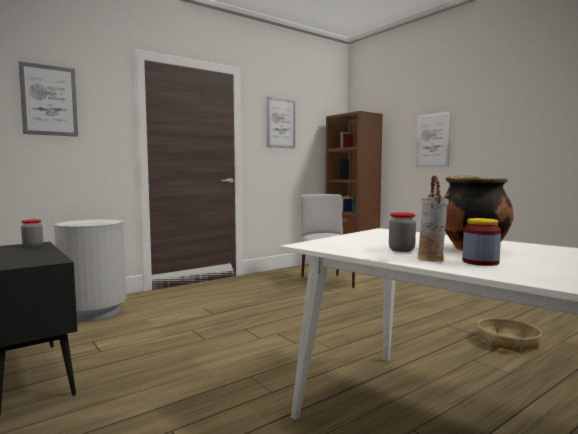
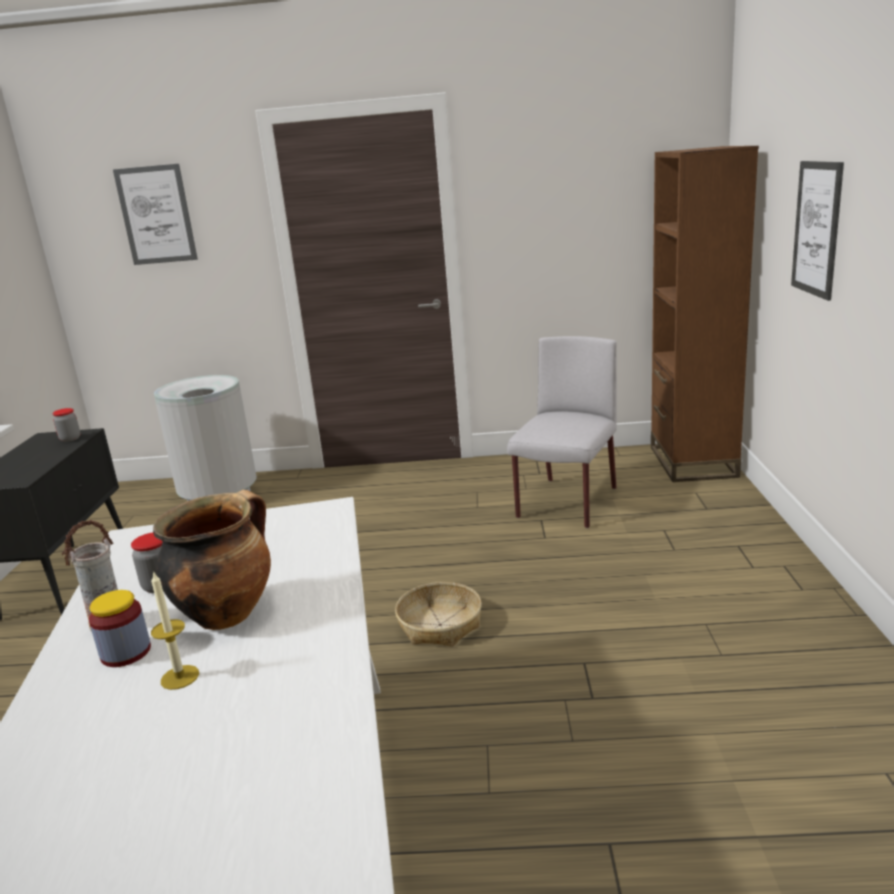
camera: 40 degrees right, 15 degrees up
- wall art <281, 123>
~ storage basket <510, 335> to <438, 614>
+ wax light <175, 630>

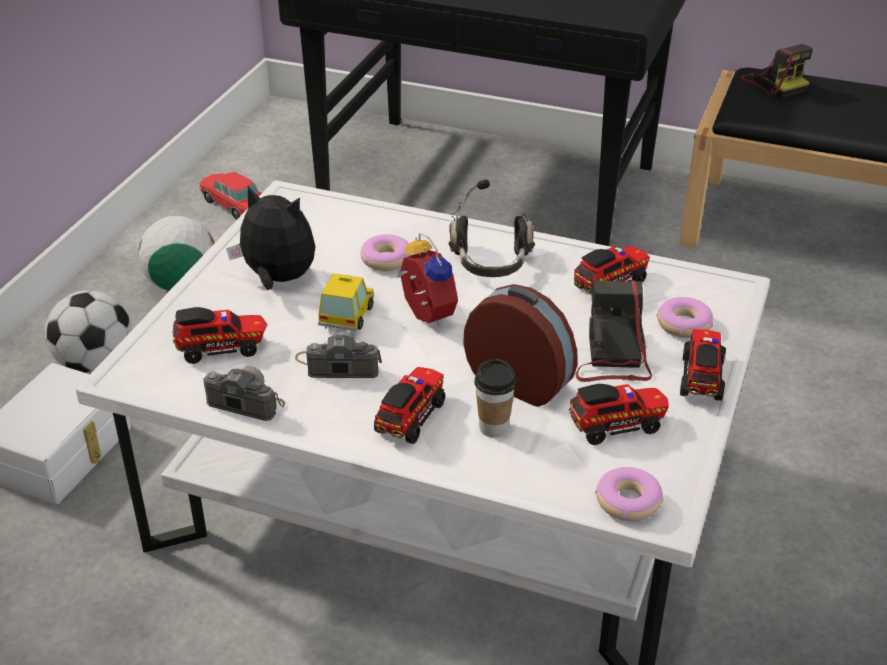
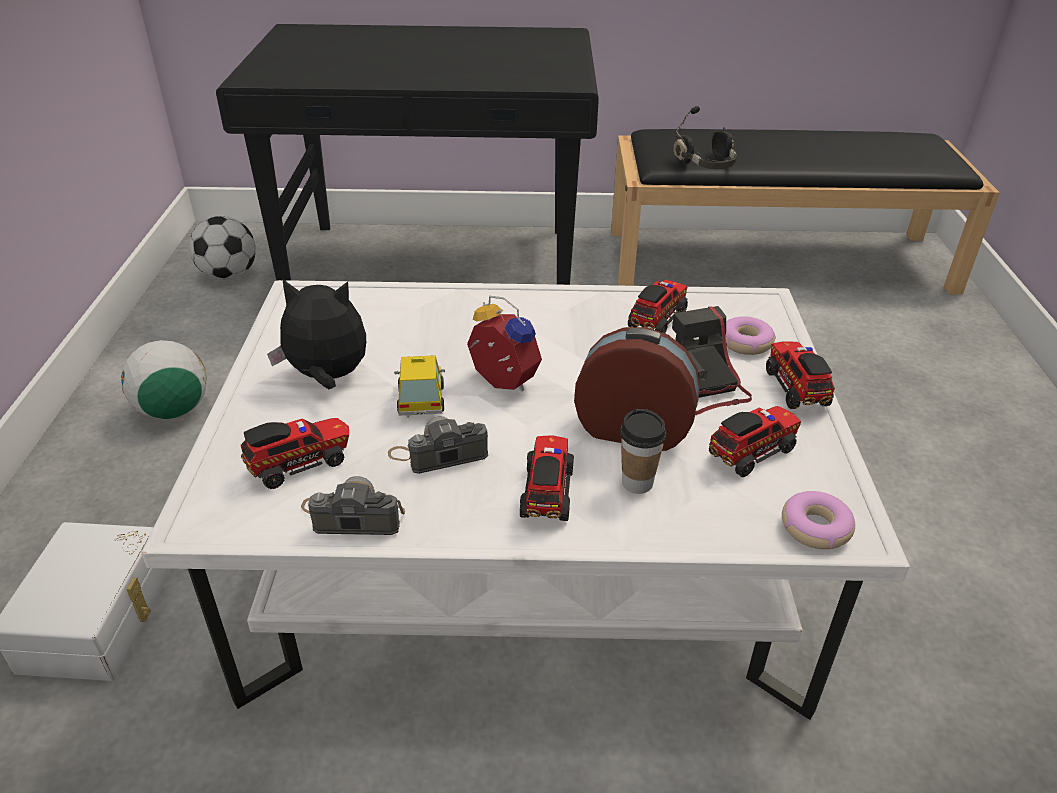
camera: 20 degrees left, 0 degrees up
- photo camera <777, 71>
- miniature car <230, 196>
~ blackish headset <492, 228> to <705, 137>
- doughnut <386, 252>
~ ball for football <88, 332> to <222, 248>

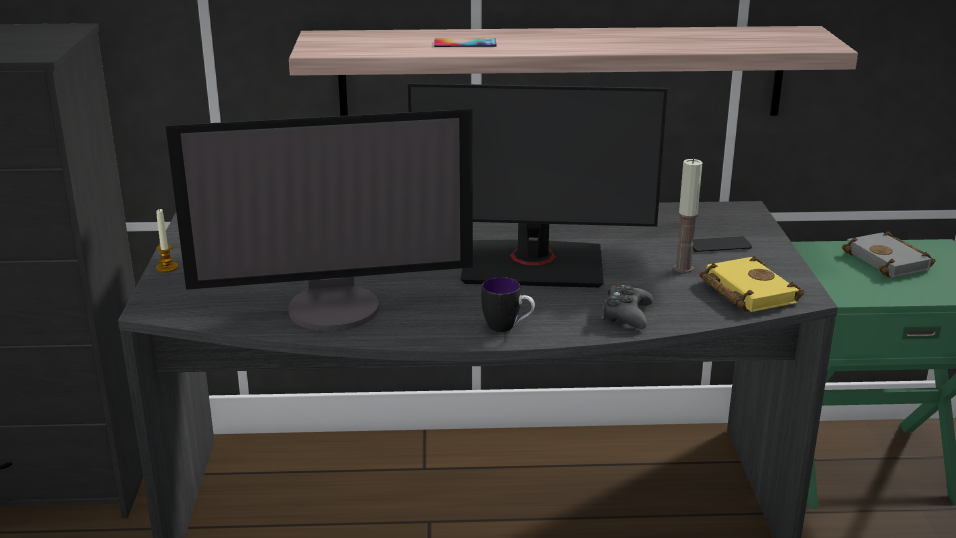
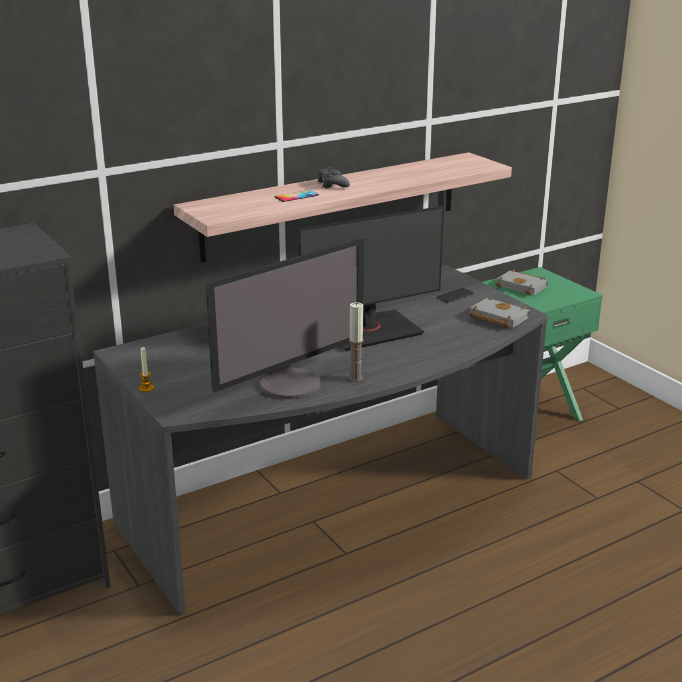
camera: 30 degrees left, 0 degrees up
~ wax light <688, 215> to <356, 342>
~ yellowish volume <751, 284> to grey volume <499, 313>
- tea mug <508, 304>
~ blackish game controller <627, 307> to <333, 177>

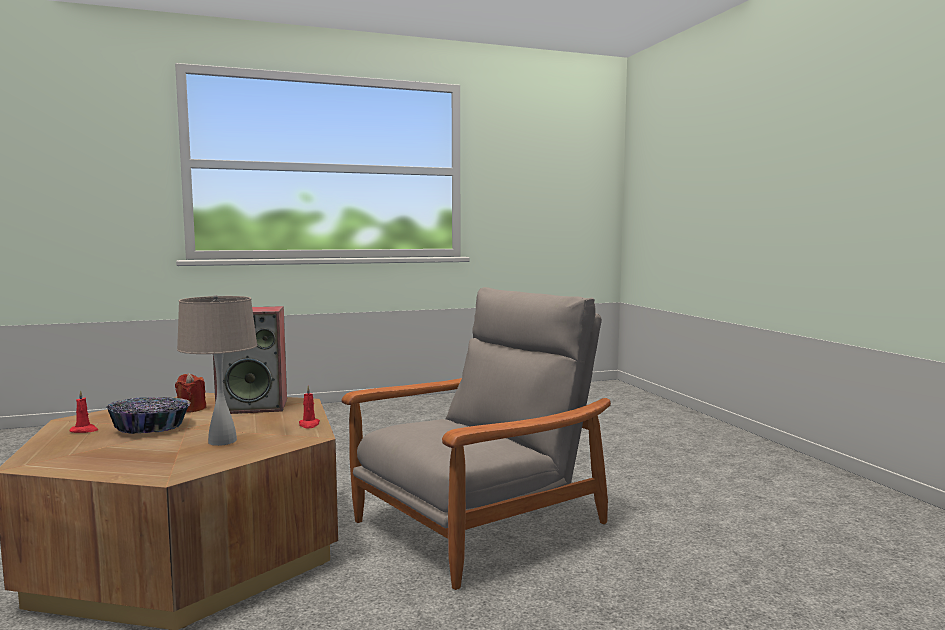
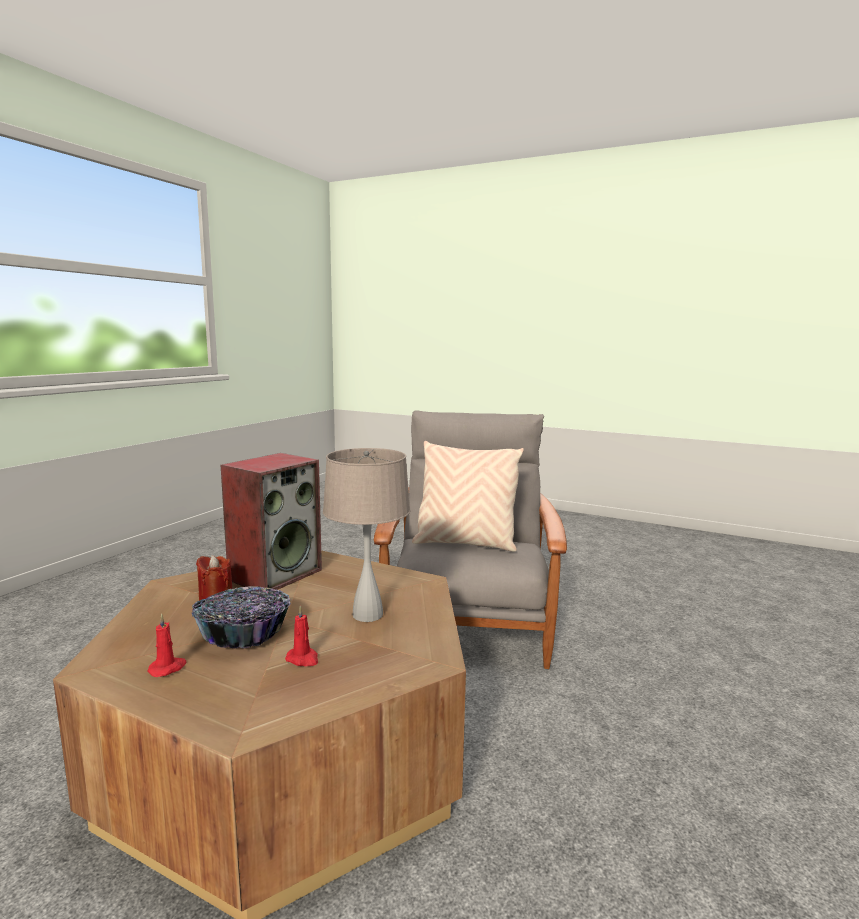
camera: 45 degrees left, 5 degrees up
~ reddish wax light <309, 407> to <301, 636>
+ sand-coloured throw pillow <468, 496>

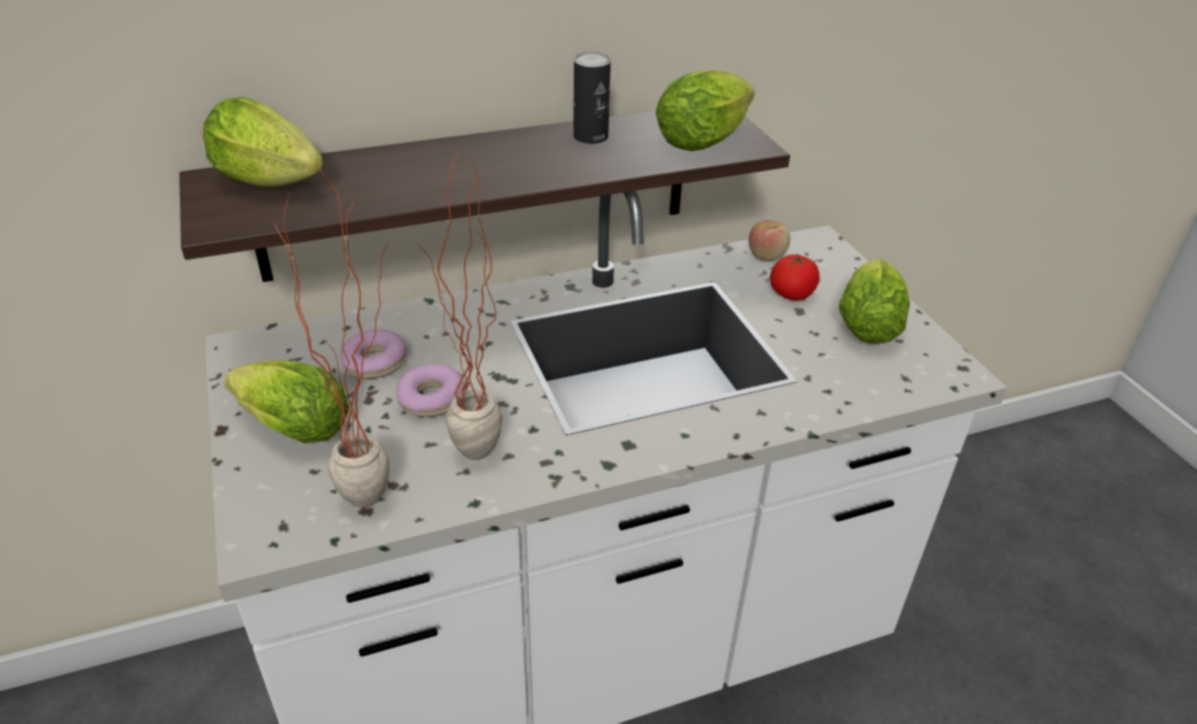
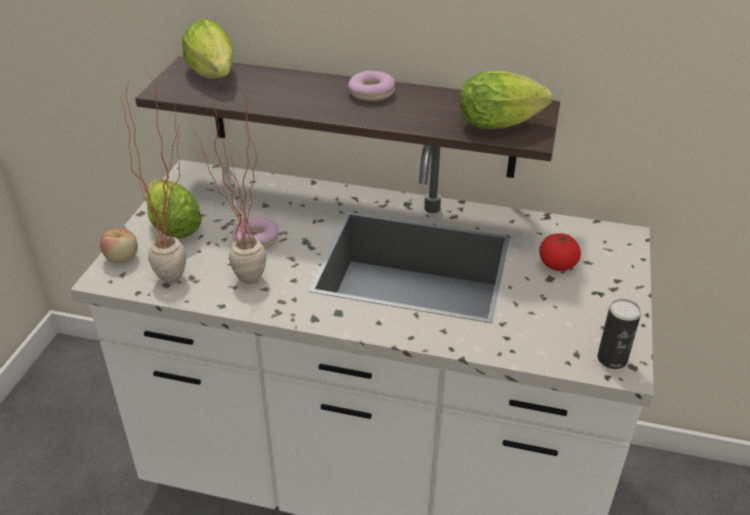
camera: 35 degrees right, 0 degrees up
~ metal can <592, 98> to <619, 334>
~ apple <769, 240> to <119, 245>
- lettuce <874, 301>
~ doughnut <373, 354> to <371, 86>

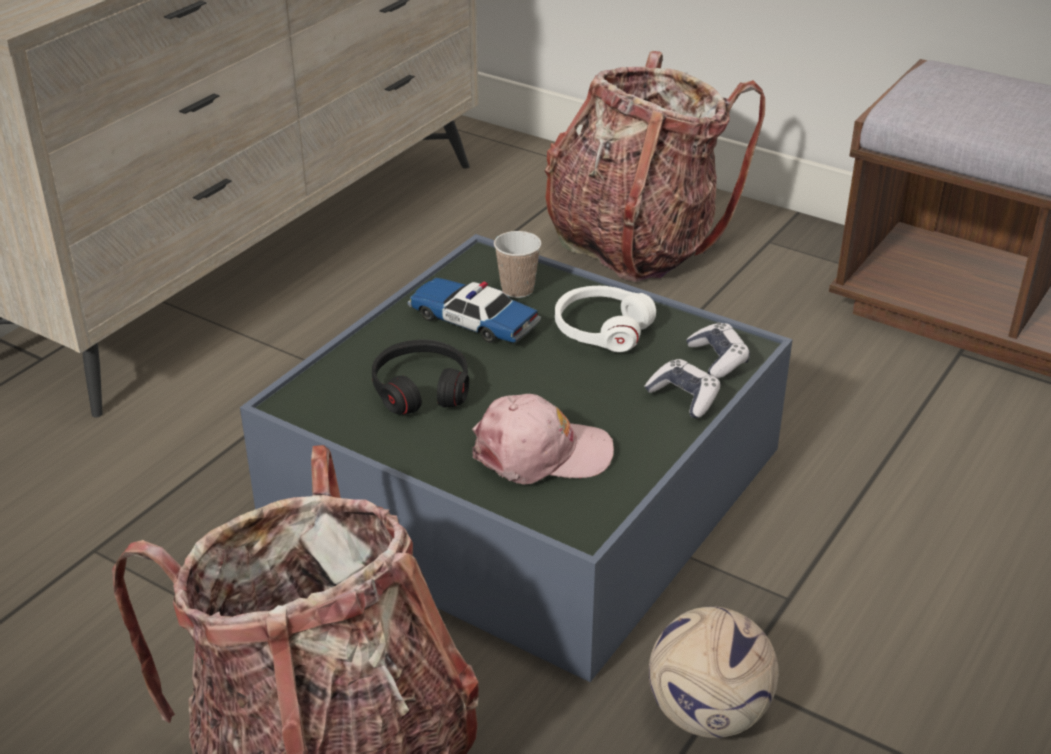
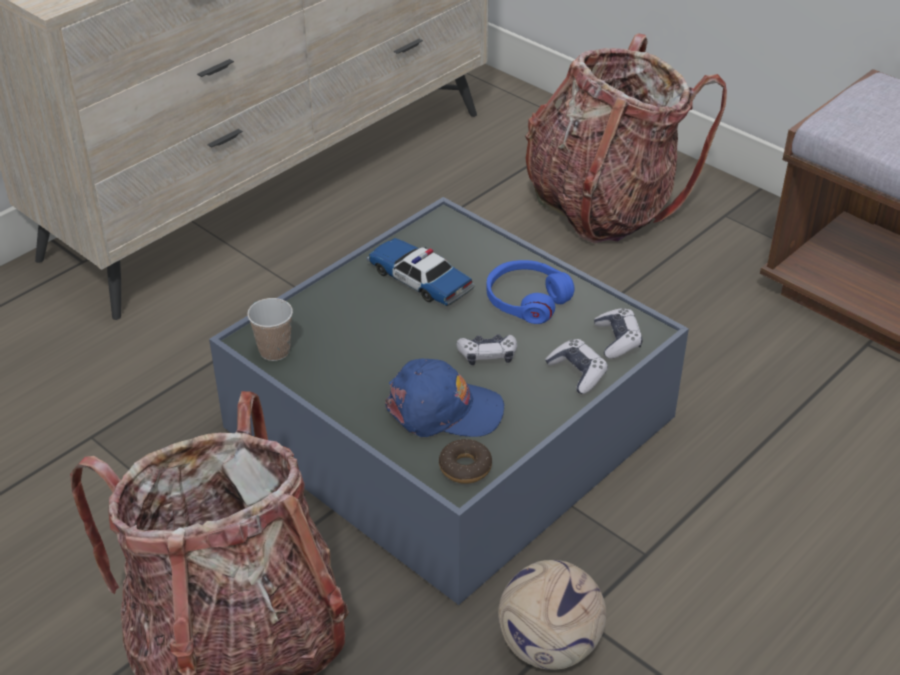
camera: 10 degrees right, 5 degrees up
~ small cup <518, 264> to <270, 329>
~ white-coloured headset <605, 319> to blue-coloured headset <530, 292>
- blackish headset <420, 377>
~ pink-coloured cap <543, 439> to blue-coloured cap <445, 398>
+ game controller <487, 349>
+ doughnut <465, 461>

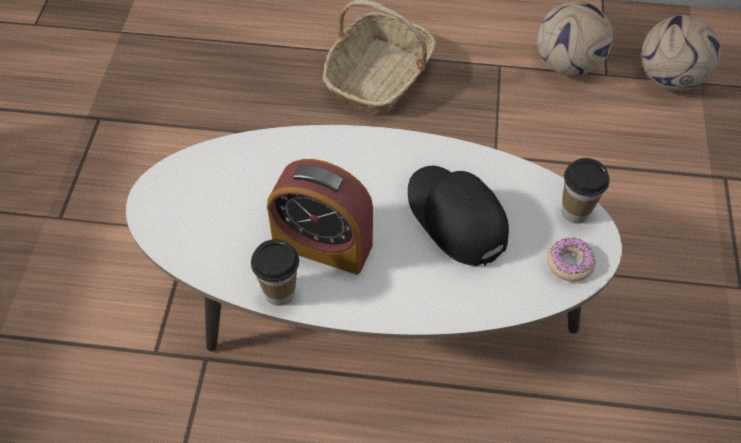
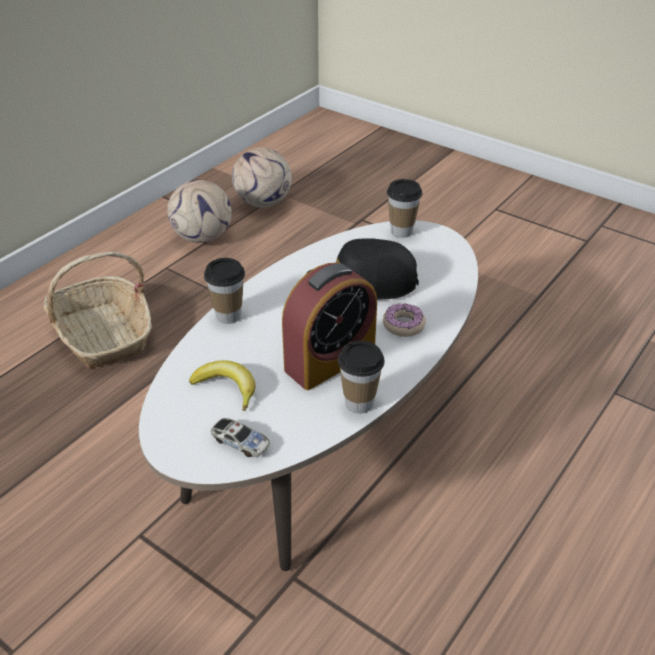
camera: 60 degrees left, 15 degrees down
~ doughnut <571, 259> to <404, 320>
+ small cup <224, 291>
+ whole banana <222, 385>
+ miniature car <240, 437>

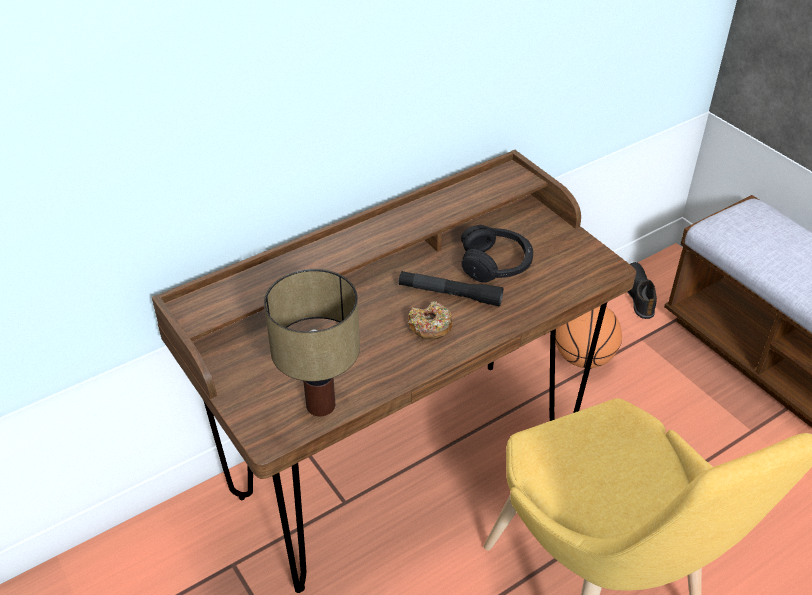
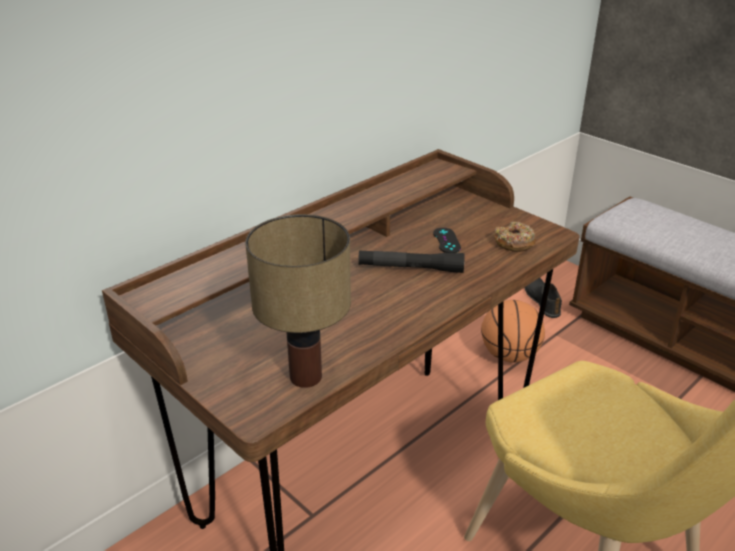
camera: 10 degrees left, 10 degrees down
~ blackish headset <497, 253> to blackish game controller <447, 240>
~ doughnut <430, 320> to <514, 237>

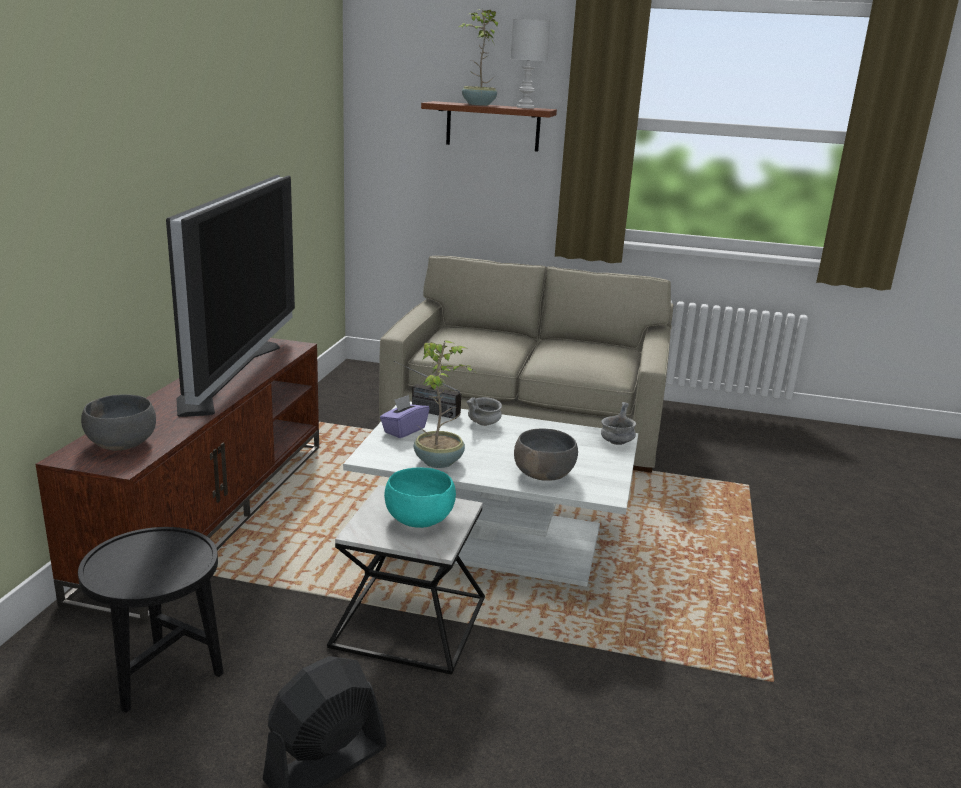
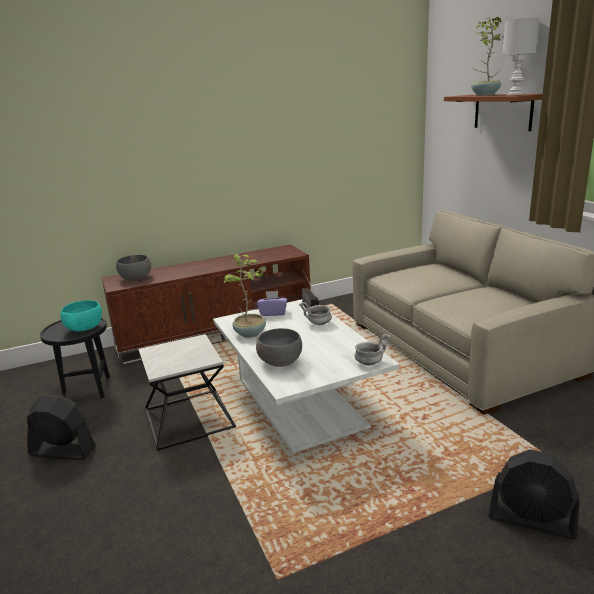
camera: 55 degrees right, 0 degrees up
- TV set <230, 296>
~ turquoise deep dish <420, 497> to <81, 315>
+ blackish fan <534, 494>

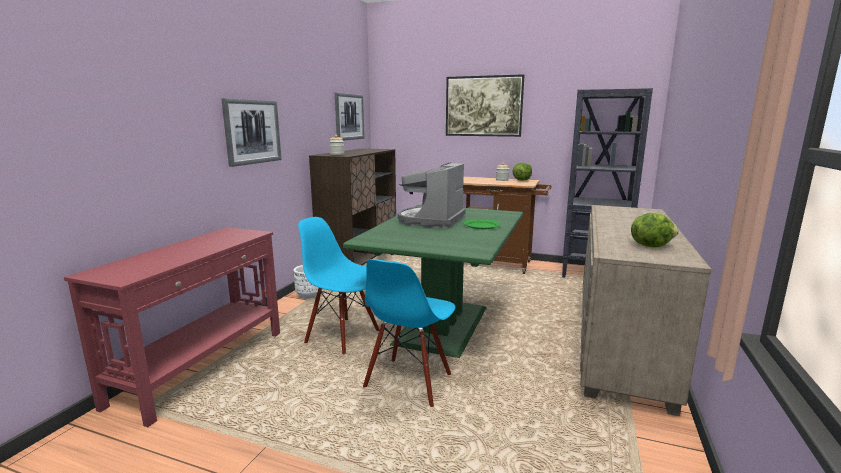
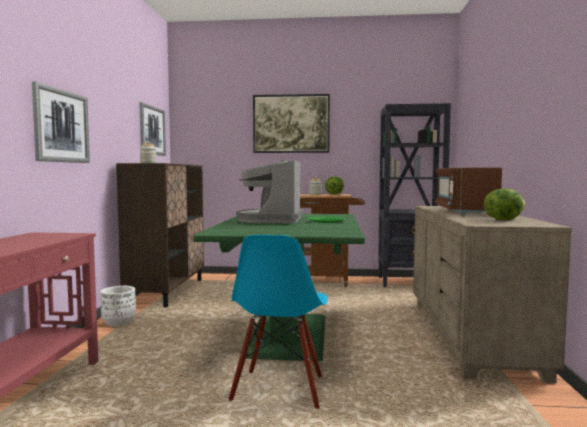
camera: 15 degrees left, 10 degrees down
- blue-coloured upright chair <338, 285>
+ brown microwave oven <468, 191>

